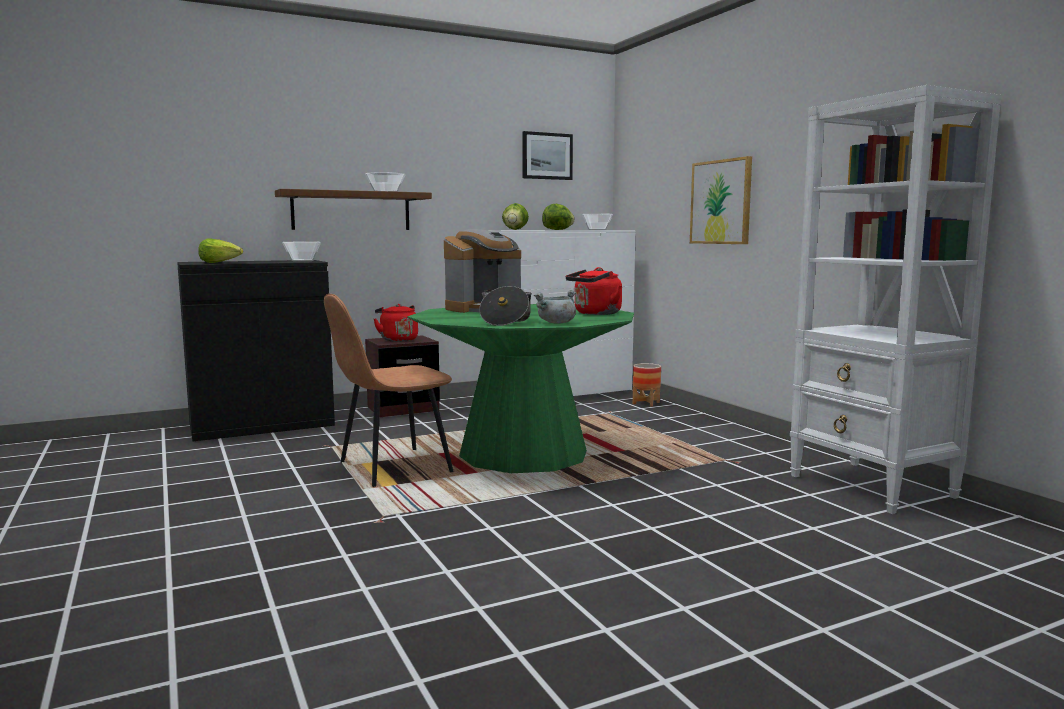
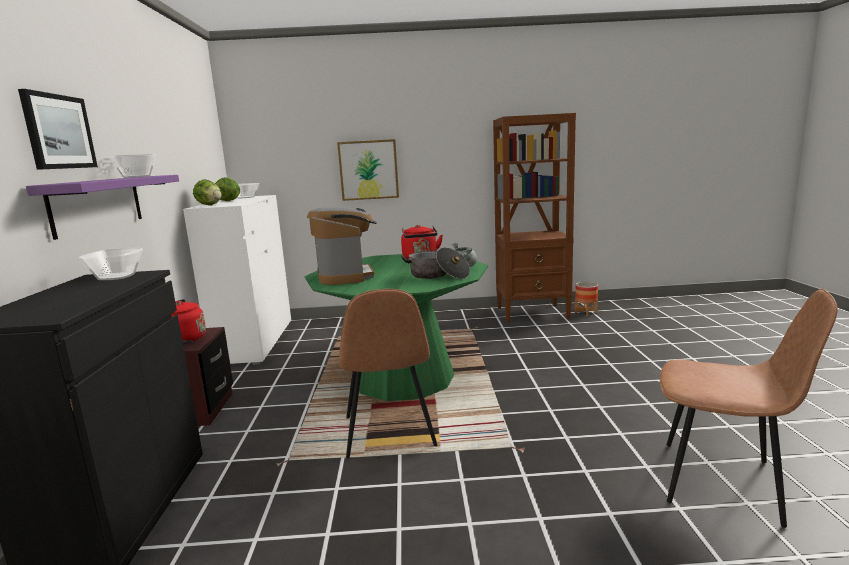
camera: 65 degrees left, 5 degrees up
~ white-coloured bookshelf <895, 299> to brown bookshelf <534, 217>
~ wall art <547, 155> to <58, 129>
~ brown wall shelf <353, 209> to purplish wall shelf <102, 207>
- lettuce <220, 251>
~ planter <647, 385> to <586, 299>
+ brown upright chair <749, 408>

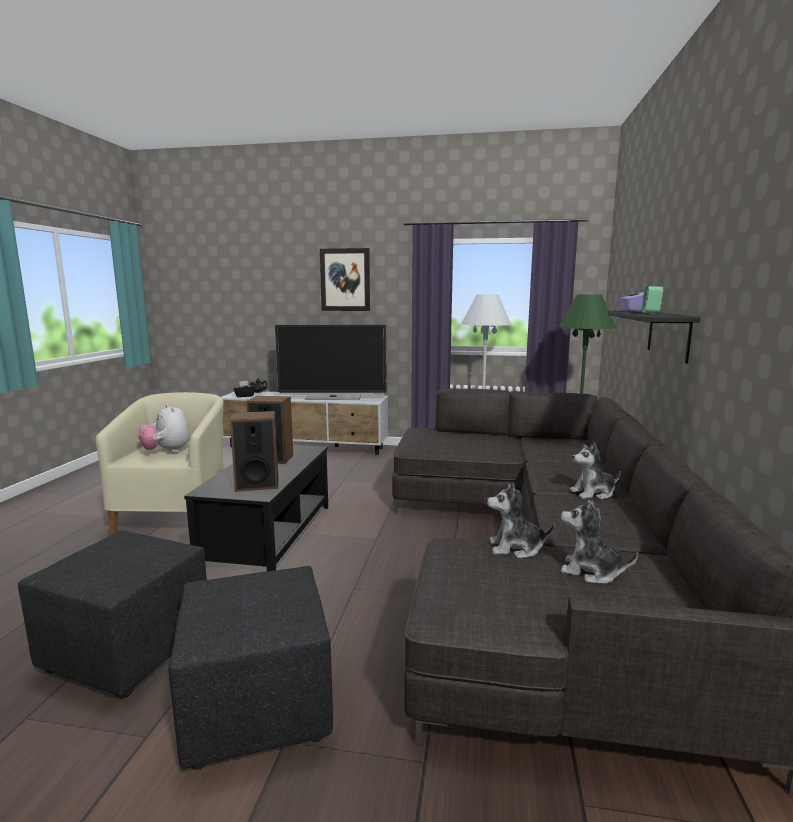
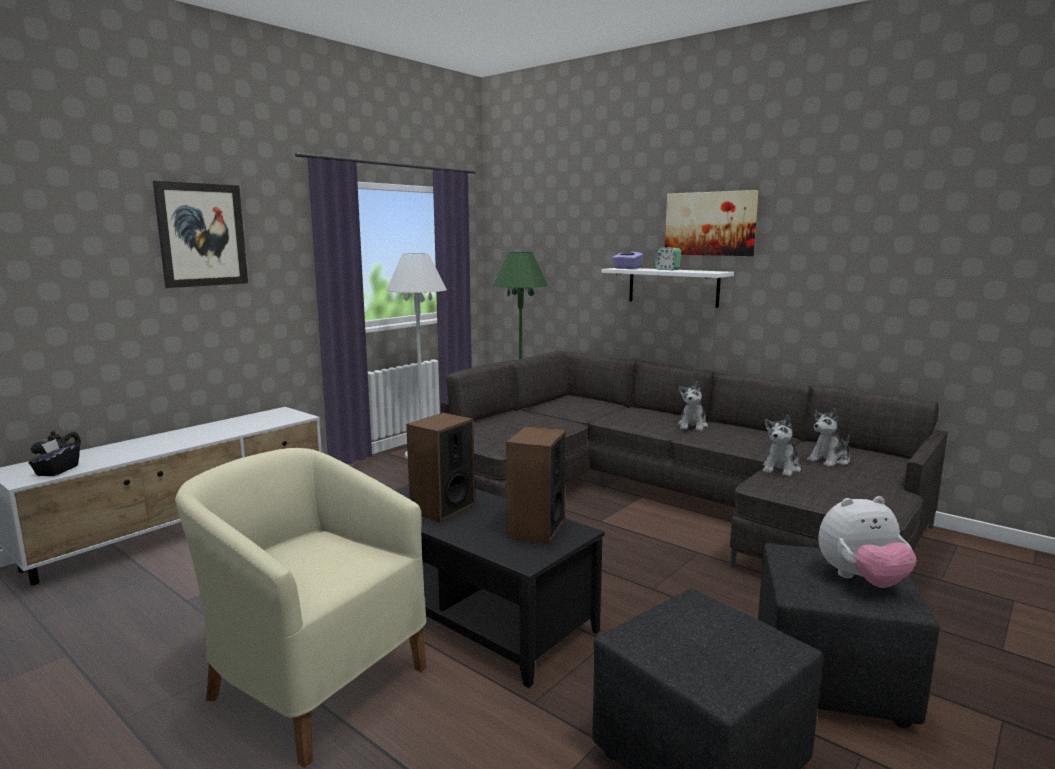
camera: 60 degrees left, 0 degrees up
~ blackish wall shelf <654, 337> to white-coloured wall shelf <668, 288>
- TV set <331, 362>
~ soft toy <164, 428> to <867, 542>
+ wall art <711, 223>

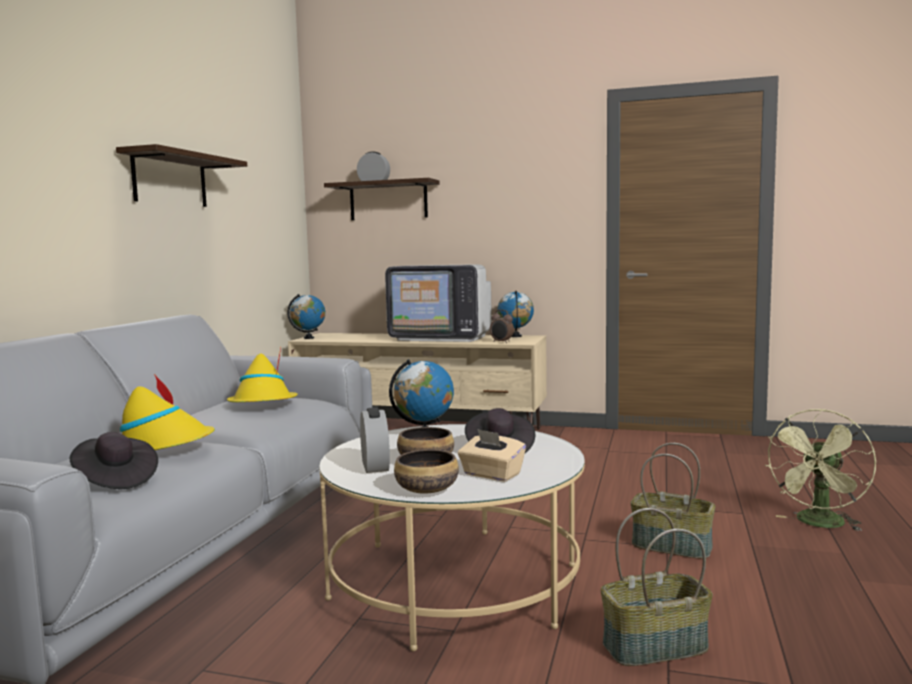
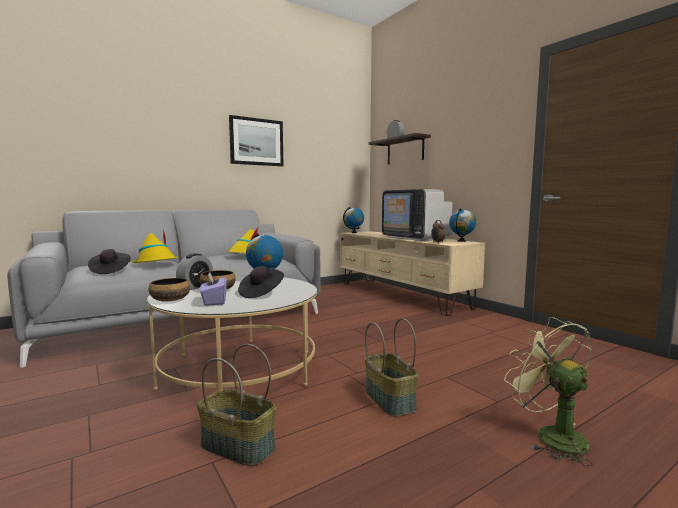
camera: 40 degrees right, 0 degrees up
~ wall shelf <181, 175> to wall art <256, 140>
~ greenish fan <820, 470> = <548, 391> 75 degrees clockwise
~ sand-coloured tissue holder <492, 455> to purplish tissue holder <213, 289>

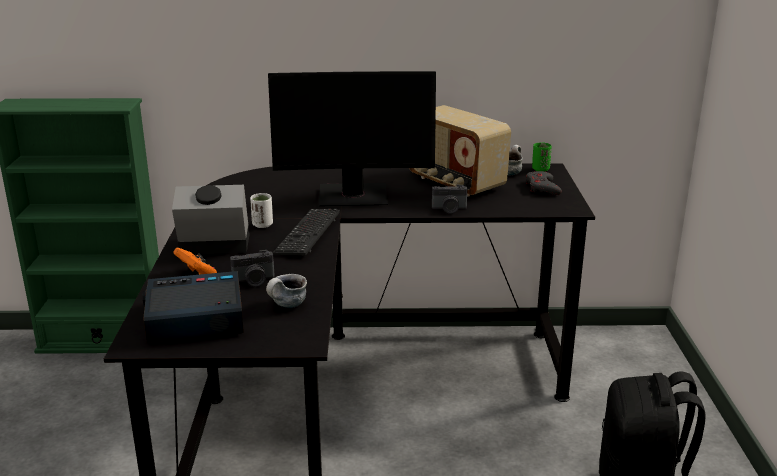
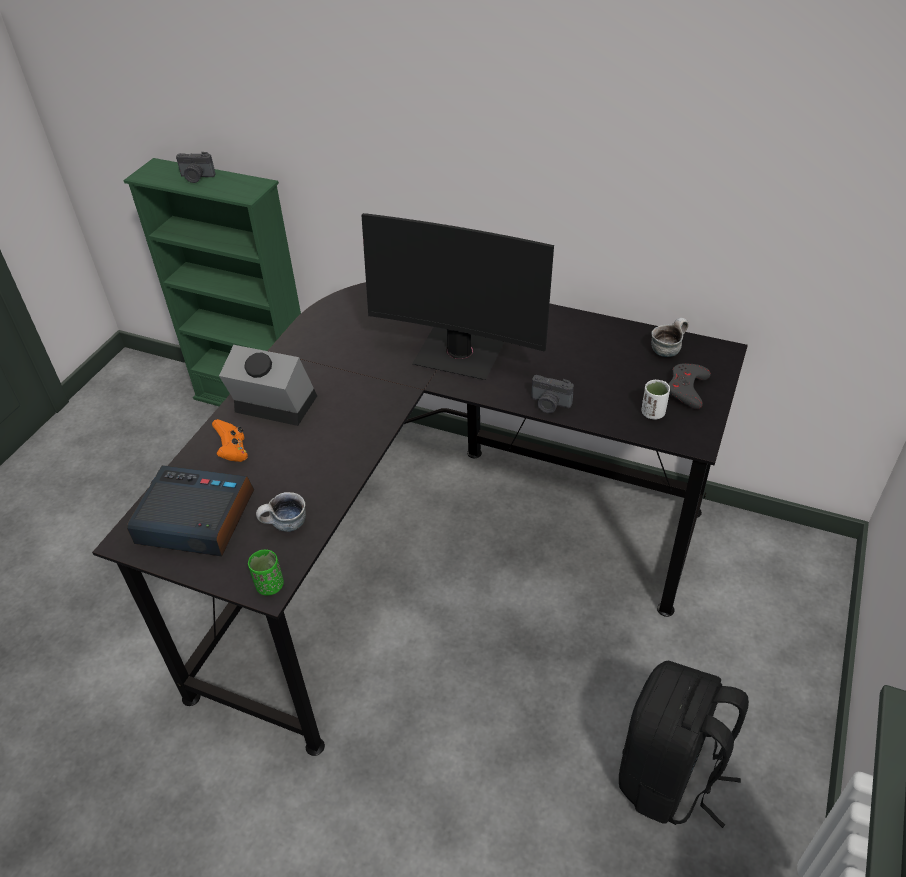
camera: 25 degrees right, 20 degrees up
- radio <460, 151>
~ greenish small cup <542, 156> to <266, 573>
~ white-coloured small cup <261, 210> to <655, 399>
- keyboard <306, 232>
~ photo camera <252, 268> to <196, 167>

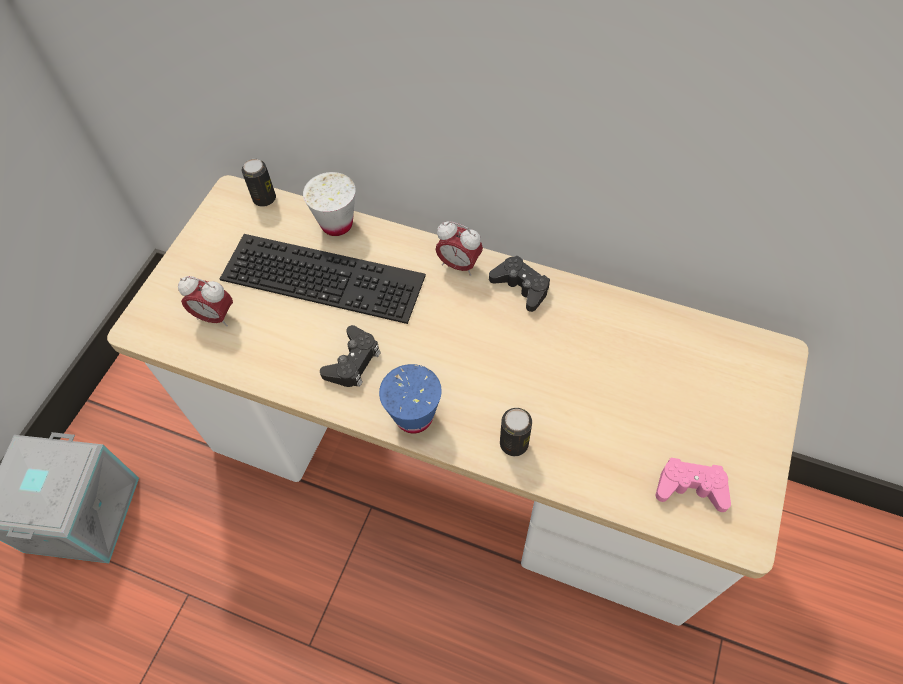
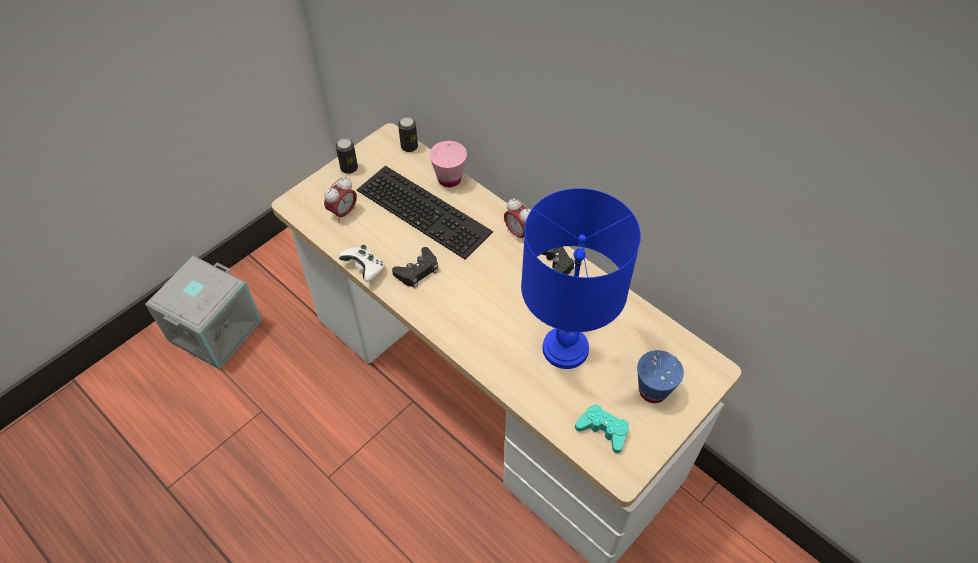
camera: 20 degrees right, 5 degrees down
~ white-coloured small cup <329, 204> to pink-coloured small cup <448, 164>
~ bedside clock <205, 301> = <340, 199> 90 degrees counterclockwise
~ blue-coloured small cup <410, 399> to <660, 376>
~ metal can <516, 432> to <347, 156>
~ pink-coloured game controller <693, 485> to turquoise game controller <601, 428>
+ blue-coloured table lamp <581, 278>
+ white-coloured game controller <362, 263>

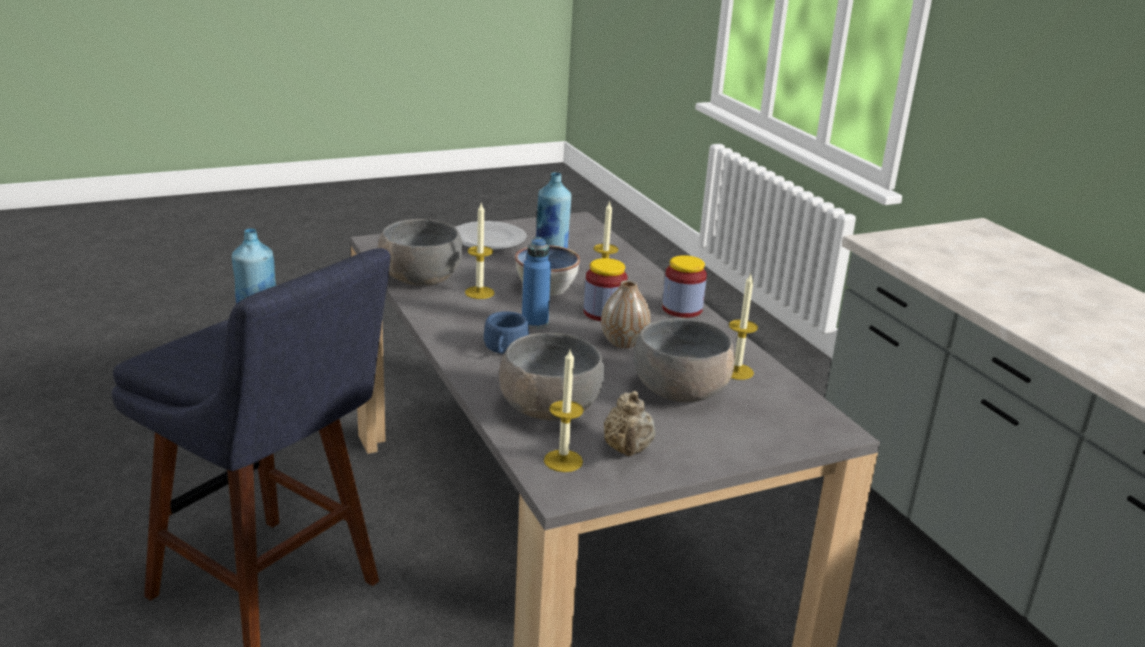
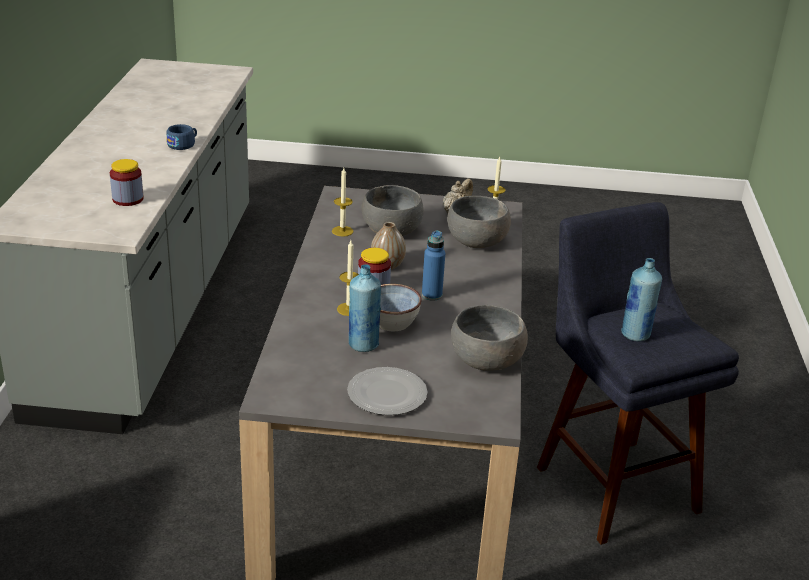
camera: 150 degrees left, 5 degrees up
- wax light <479, 251>
~ preserve jar <684, 286> to <126, 182>
~ blue-coloured small cup <506, 332> to <181, 137>

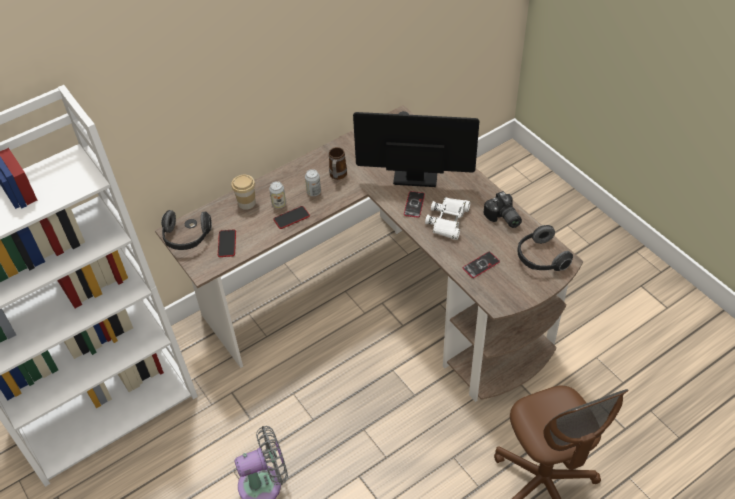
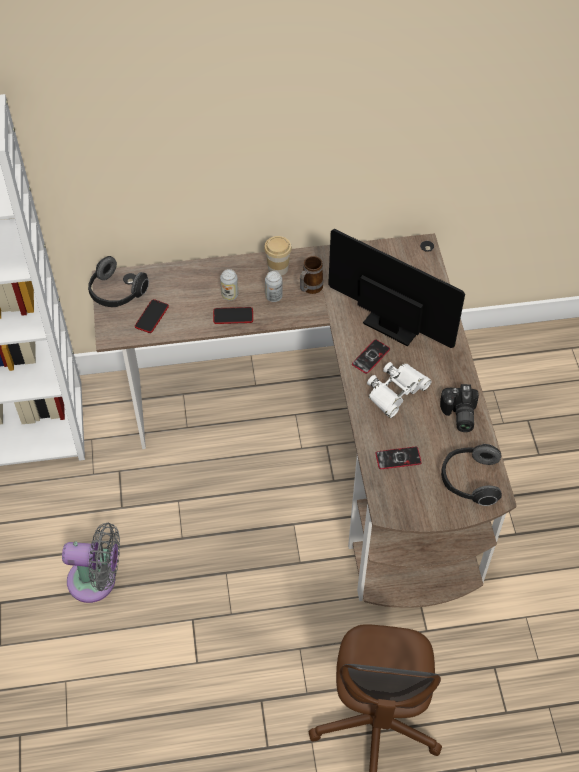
camera: 25 degrees right, 5 degrees up
~ small cup <243, 192> to <278, 256>

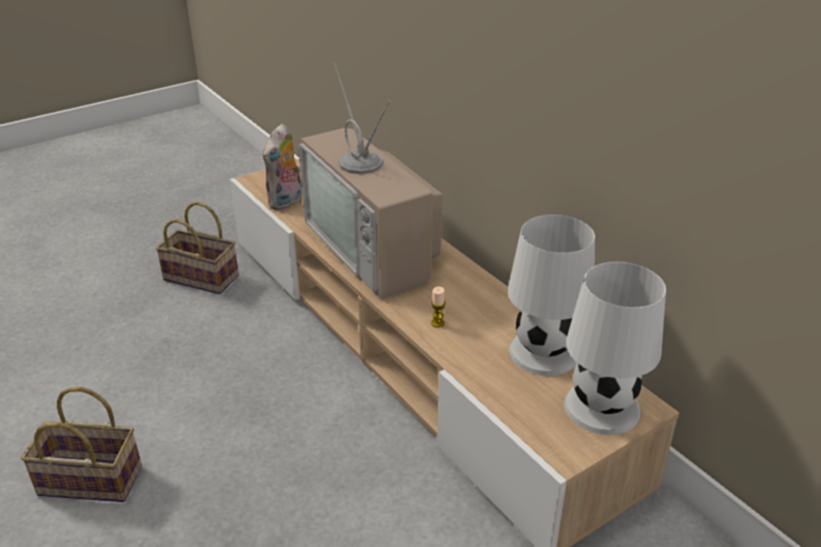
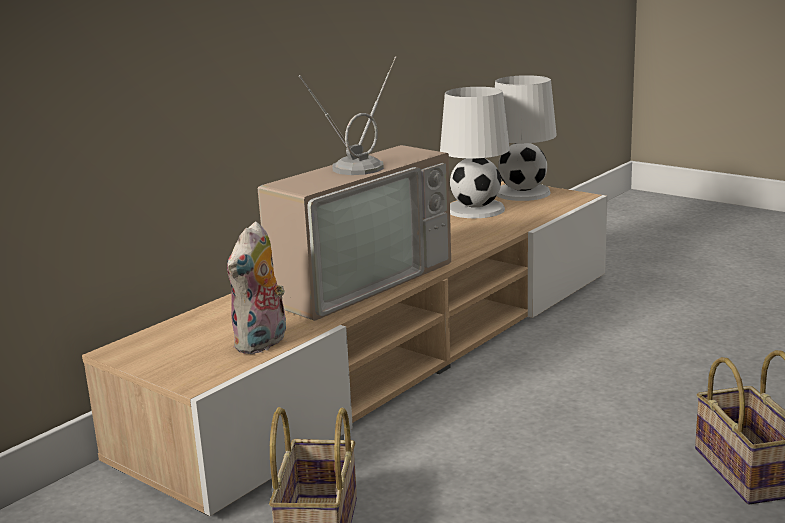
camera: 105 degrees left, 15 degrees down
~ soft toy <282, 167> = <256, 287> 105 degrees clockwise
- wax light <438, 307>

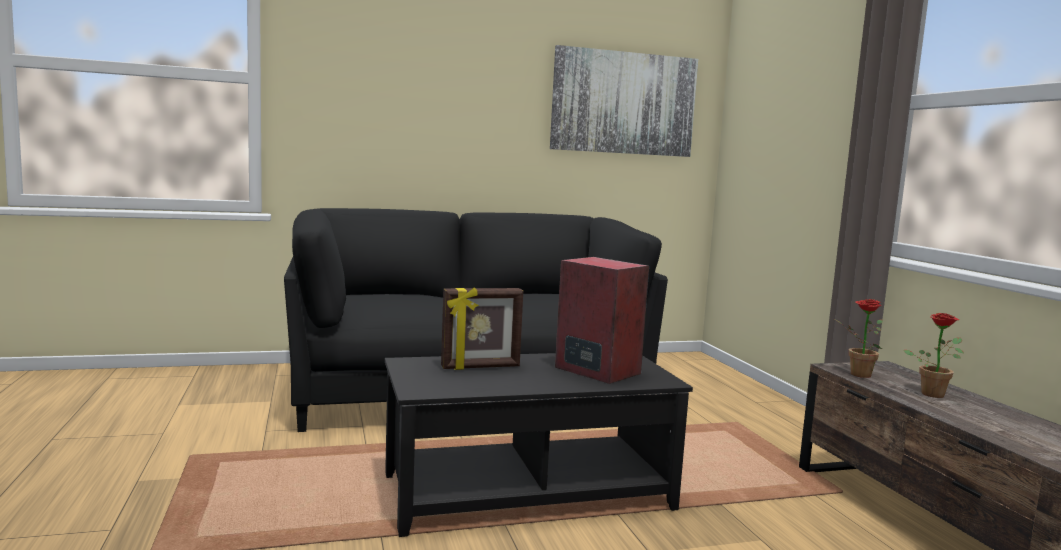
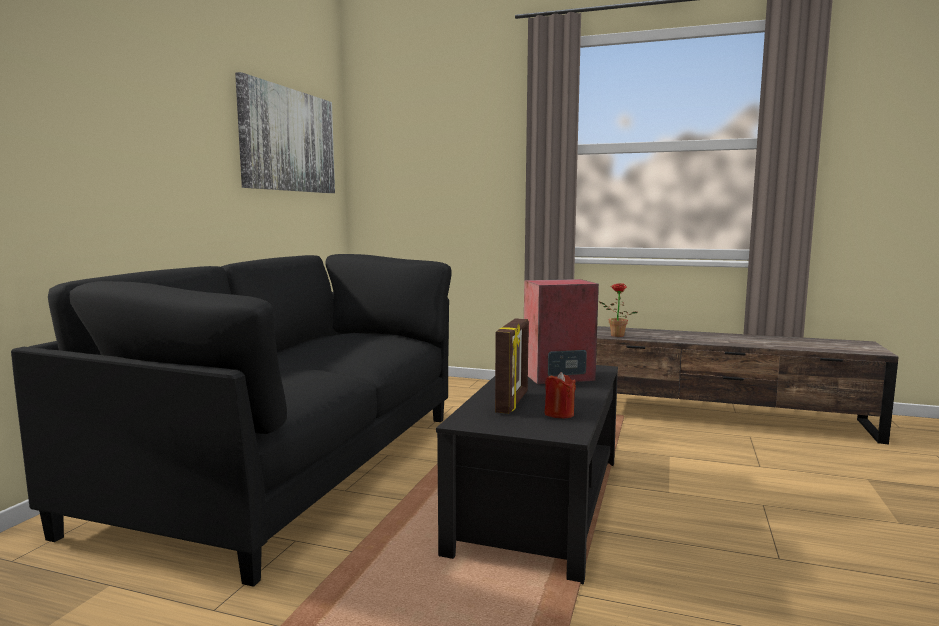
camera: 55 degrees left, 0 degrees up
- plant in a pot <933, 355>
+ reddish wax light <560, 395>

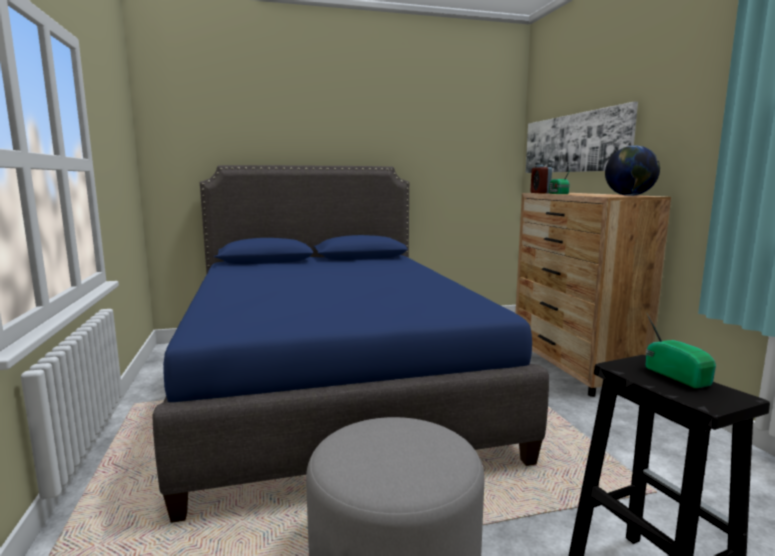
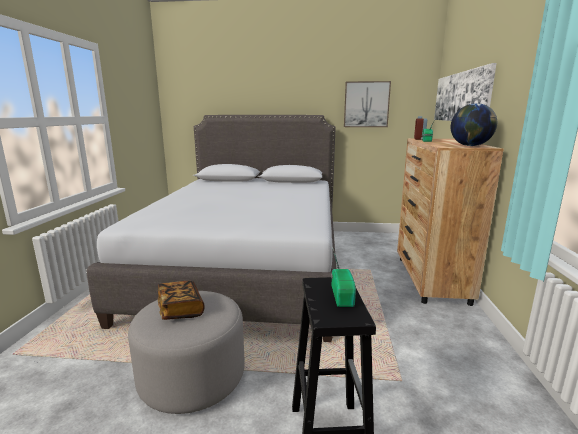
camera: 20 degrees right, 5 degrees up
~ blue-coloured sleeping bed <350, 344> to grey sleeping bed <211, 228>
+ wall art <367, 104>
+ volume <181, 300>

